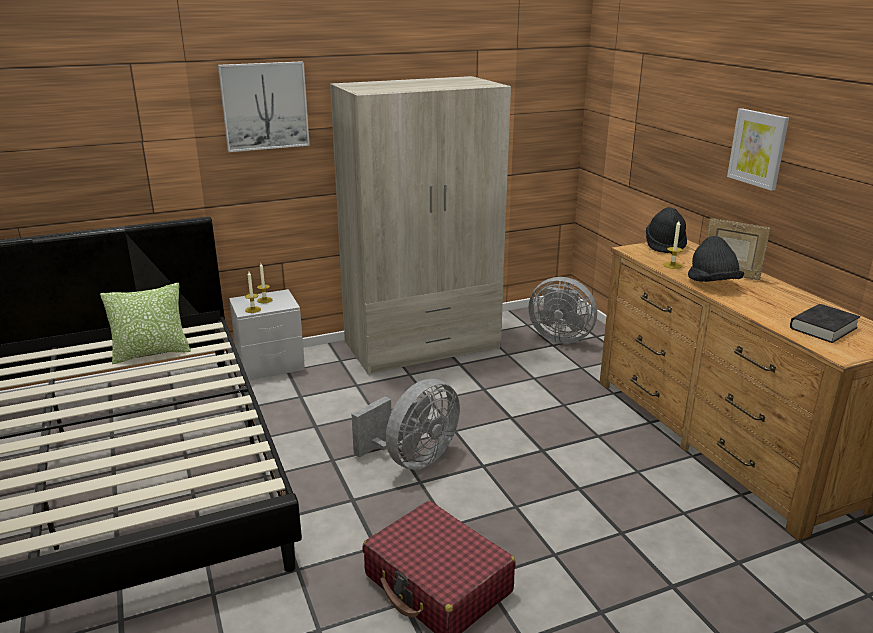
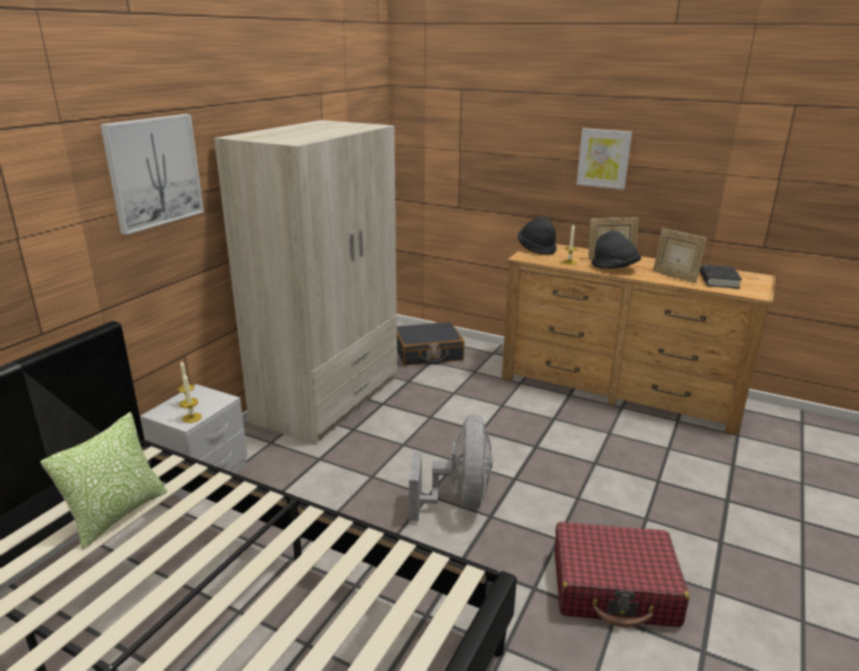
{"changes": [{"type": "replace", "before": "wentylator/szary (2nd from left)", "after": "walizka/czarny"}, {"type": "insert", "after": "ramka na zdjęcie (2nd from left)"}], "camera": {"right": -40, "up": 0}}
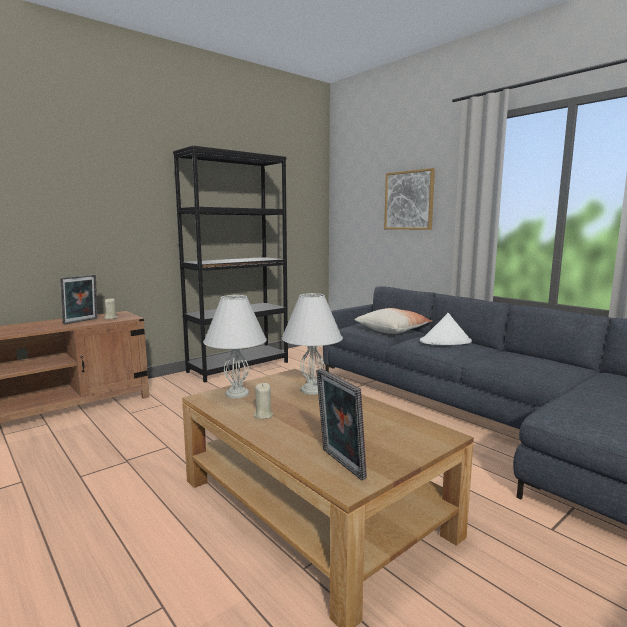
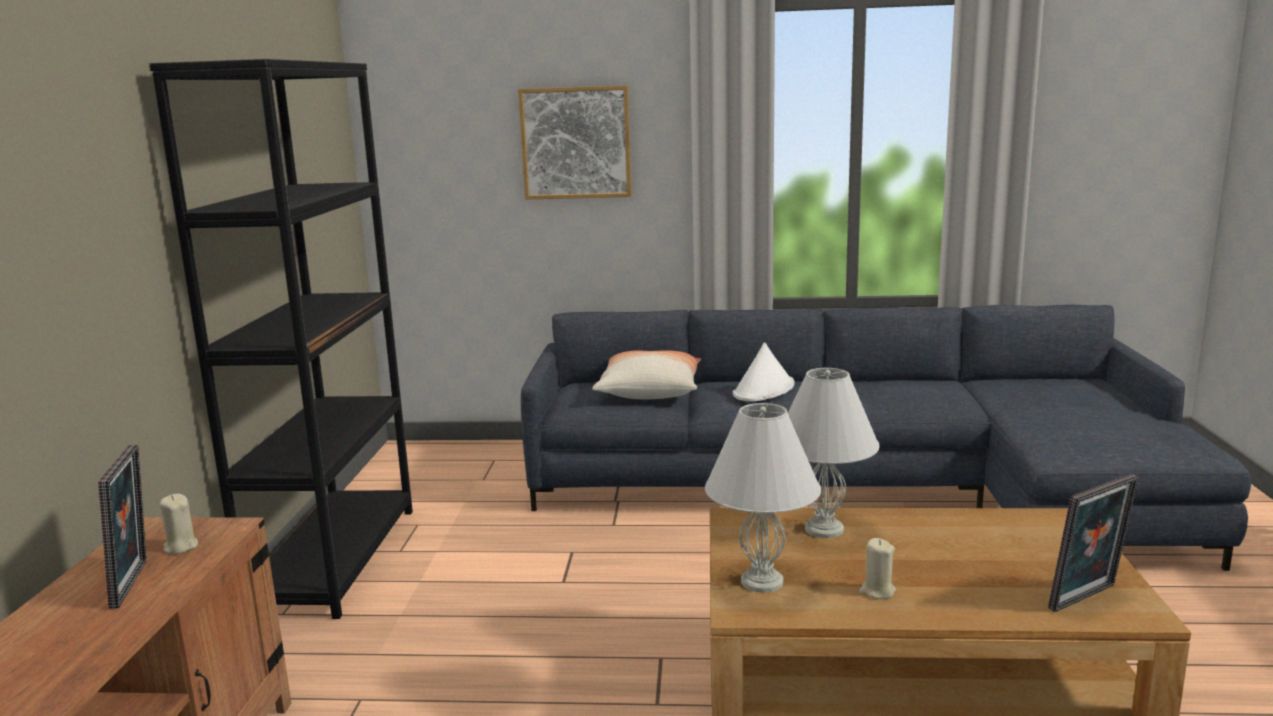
{"changes": [{"type": "rotate", "before": "ramka na zdjęcie (2nd from left)", "turn": -45}], "camera": {"right": -45, "up": 5}}
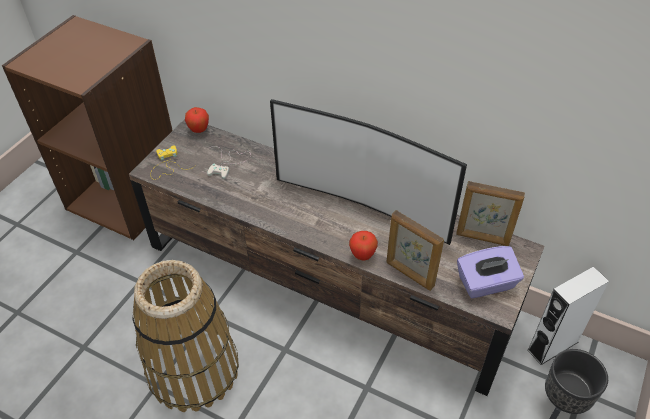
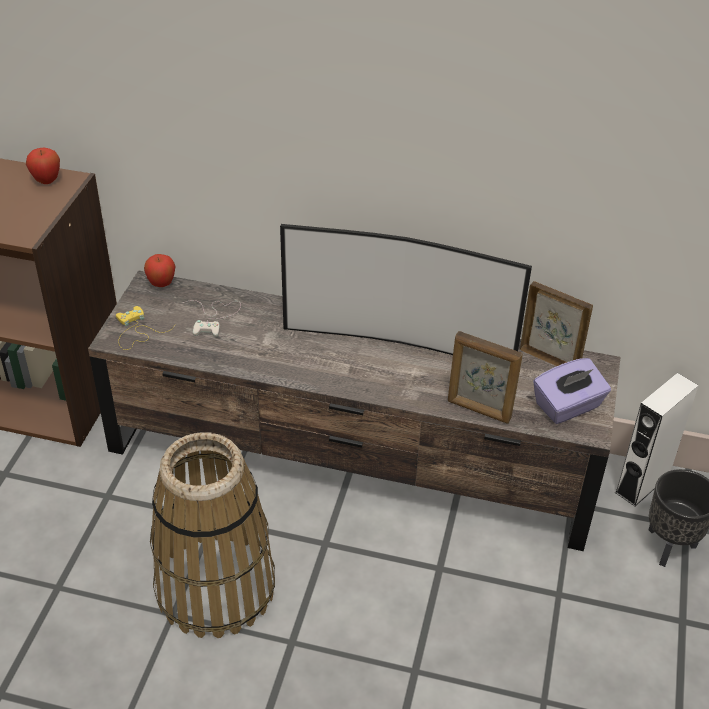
{"changes": [{"type": "rotate", "before": "ramka na zdjęcie (2nd from left)", "turn": -150}, {"type": "move", "before": "jabłko (2nd from left in the first image)", "after": "jabłko (1st from left)"}], "camera": {"right": -15, "up": -5}}
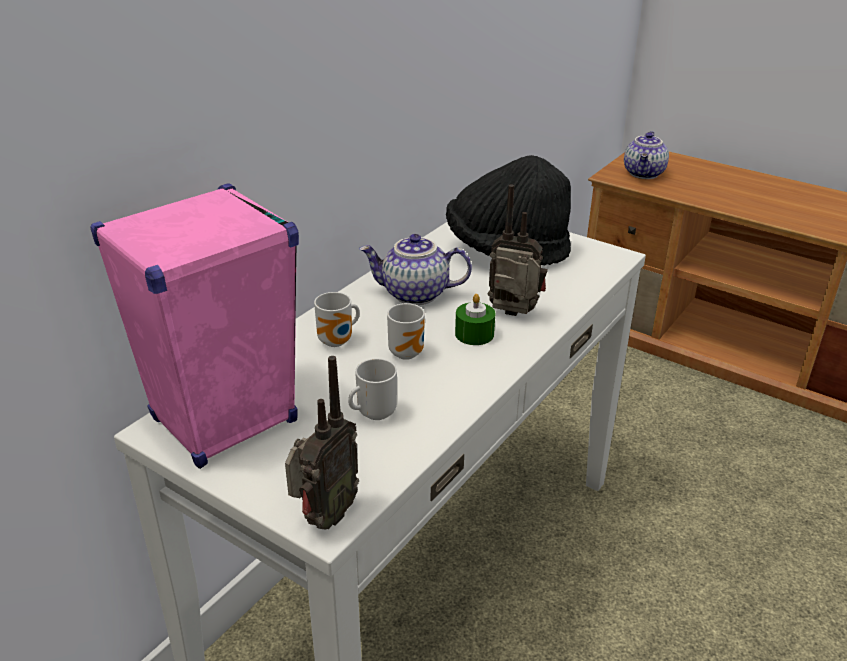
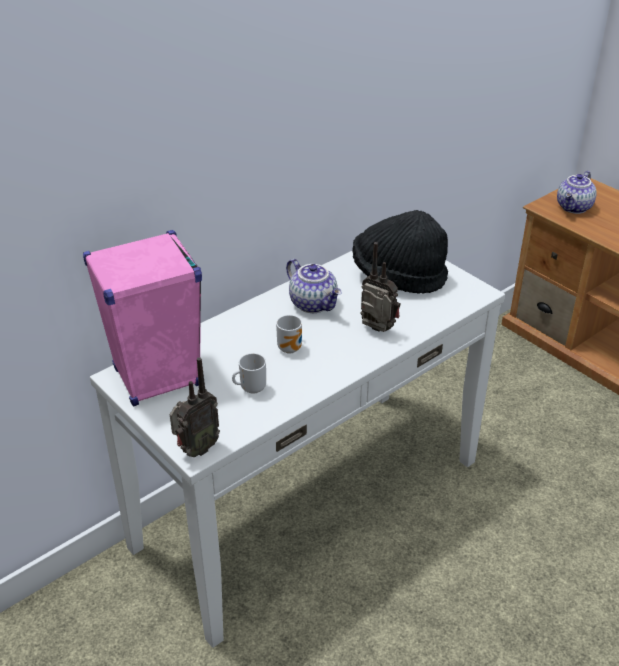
{"changes": [{"type": "rotate", "before": "imbryk (1st from left)", "turn": -150}, {"type": "delete", "before": "kubek (1st from left)"}, {"type": "delete", "before": "świeca/zielony"}], "camera": {"right": 15, "up": 5}}
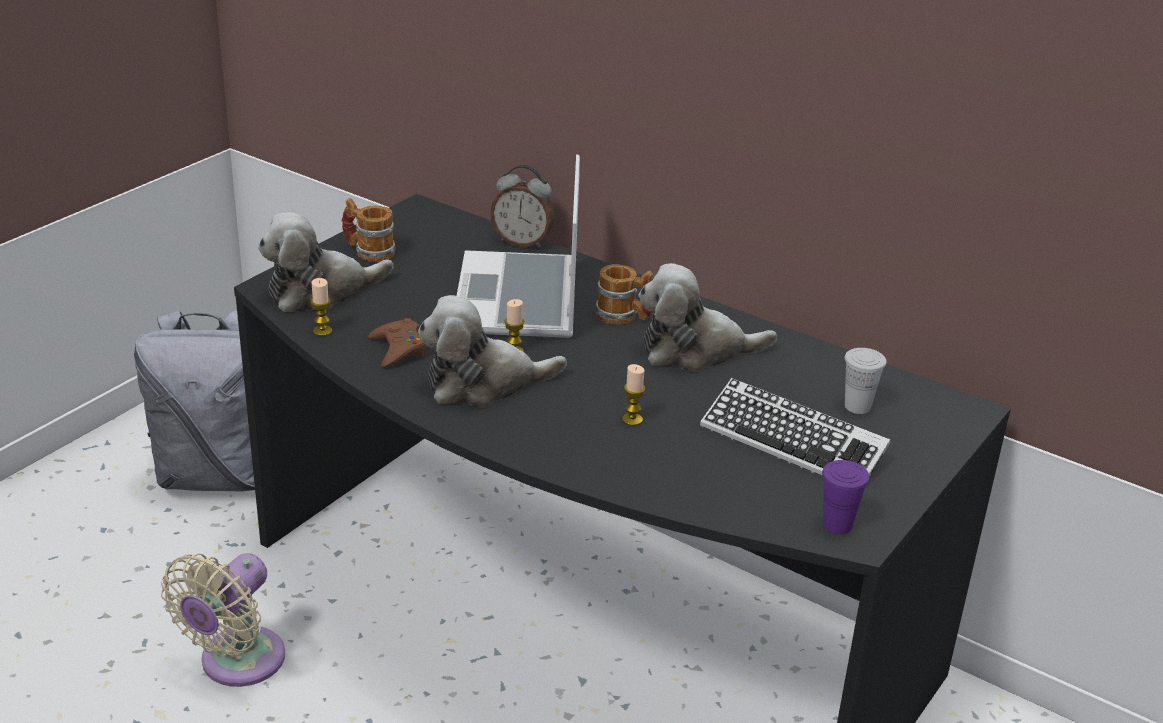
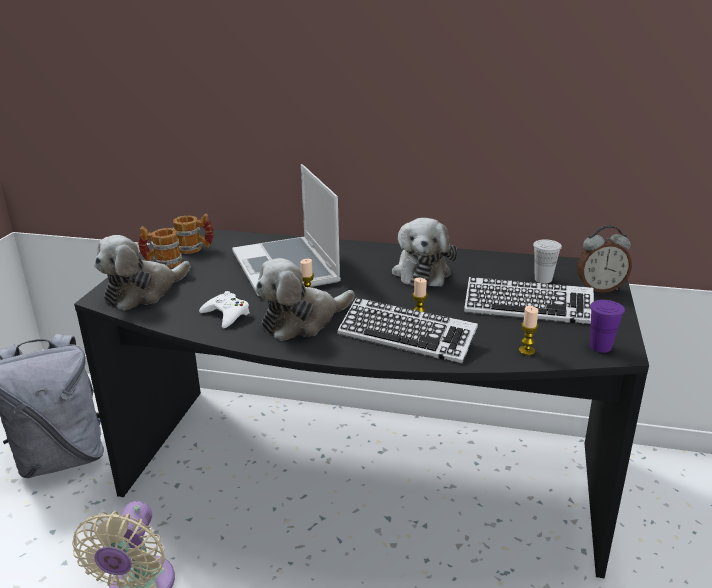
{"changes": [{"type": "move", "before": "budzik"}, {"type": "rotate", "before": "pluszak (3rd from left)", "turn": -60}, {"type": "move", "before": "kubek (2nd from left)"}, {"type": "move", "before": "świeca (1st from left in the first image)", "after": "świeca (3rd from left)"}, {"type": "recolor", "before": "pad do gier/brązowy", "after": "pad do gier/biały"}, {"type": "insert", "after": "klawiatura (1st from left)"}], "camera": {"right": -20, "up": -5}}
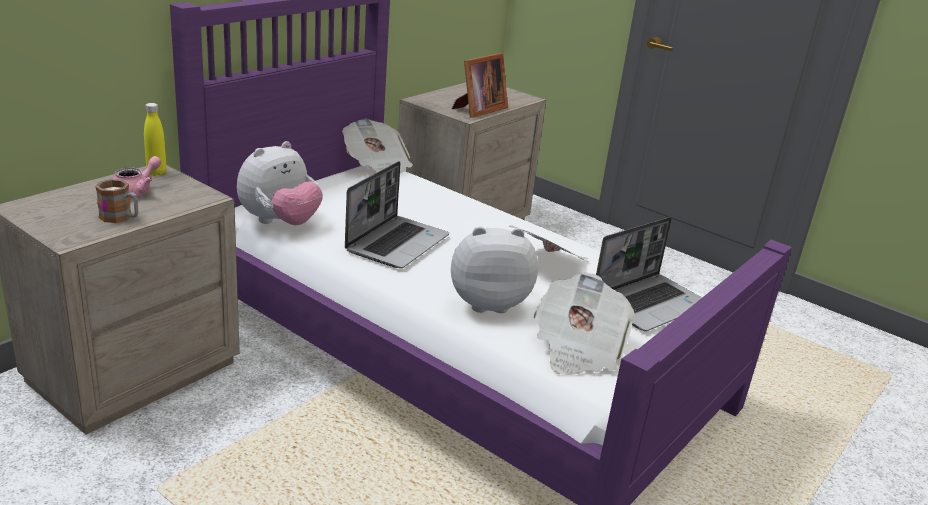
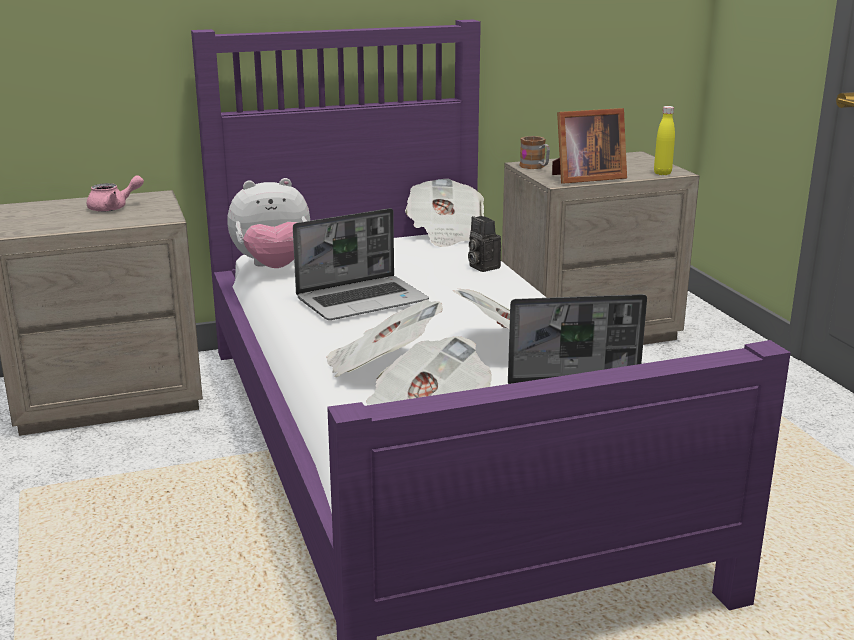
{"changes": [{"type": "move", "before": "butelka/żółty"}, {"type": "move", "before": "kubek"}, {"type": "replace", "before": "pluszak (2nd from left)", "after": "gazeta (1st from left)"}, {"type": "insert", "after": "aparat fotograficzny"}], "camera": {"right": 35, "up": -5}}
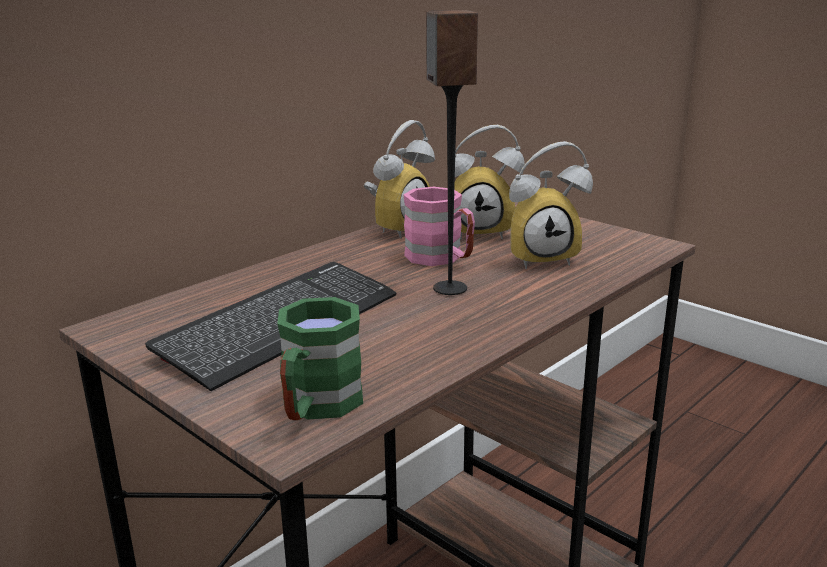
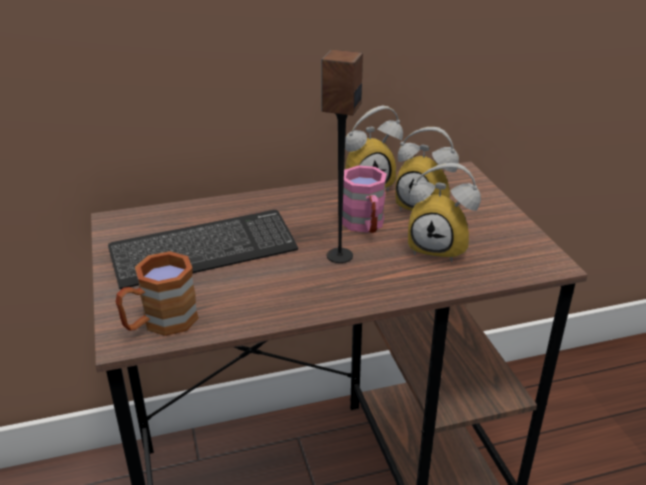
{"changes": [{"type": "recolor", "before": "kubek/zielony", "after": "kubek/brązowy"}], "camera": {"right": 30, "up": 10}}
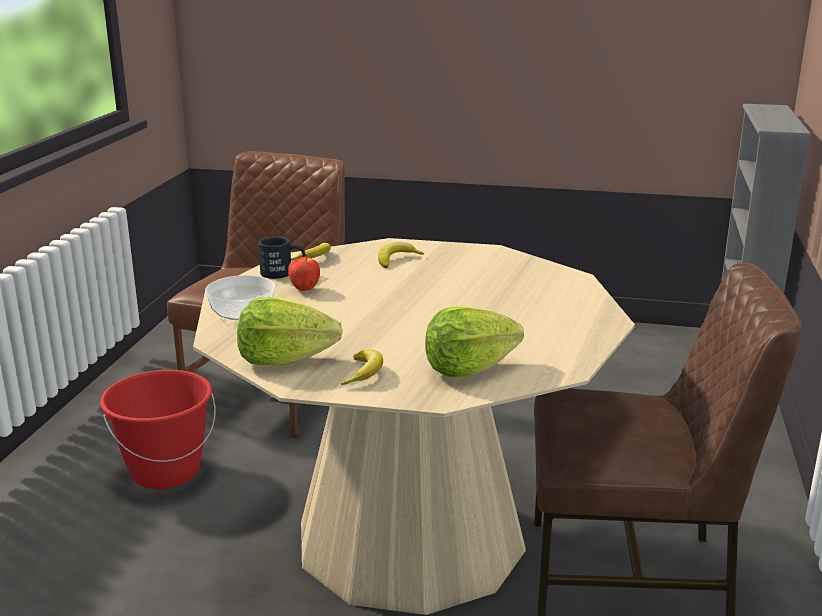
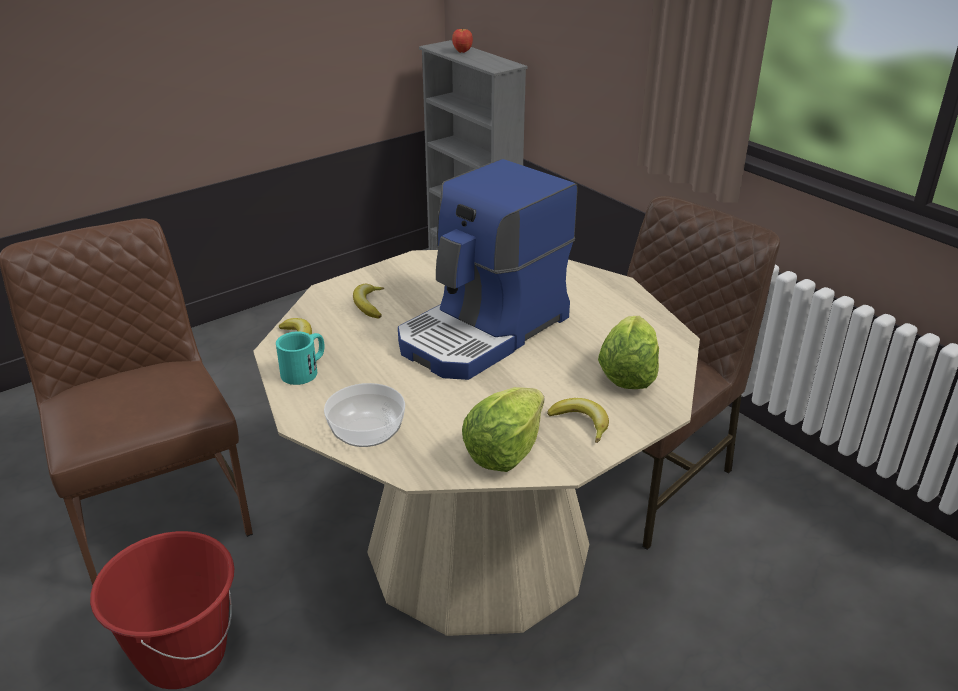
{"changes": [{"type": "recolor", "before": "kubek/czarny", "after": "kubek/turkusowy"}, {"type": "move", "before": "jabłko"}, {"type": "insert", "after": "ekspres do kawy"}], "camera": {"right": -50, "up": 10}}
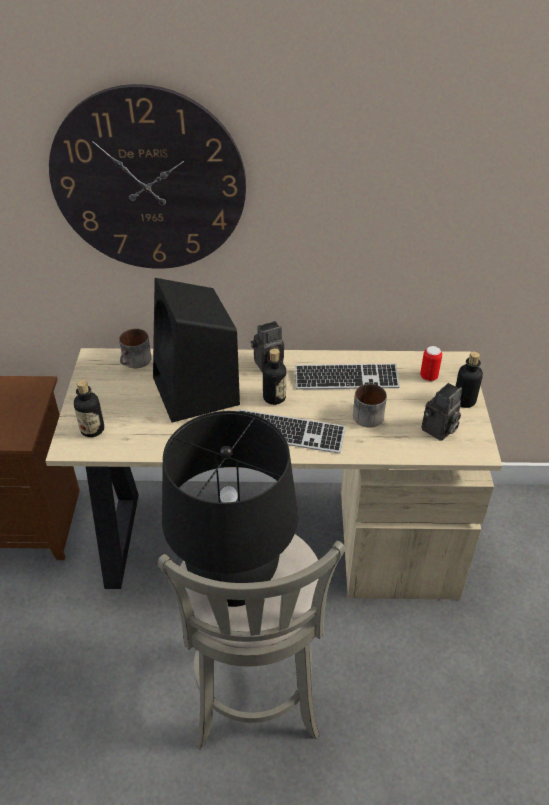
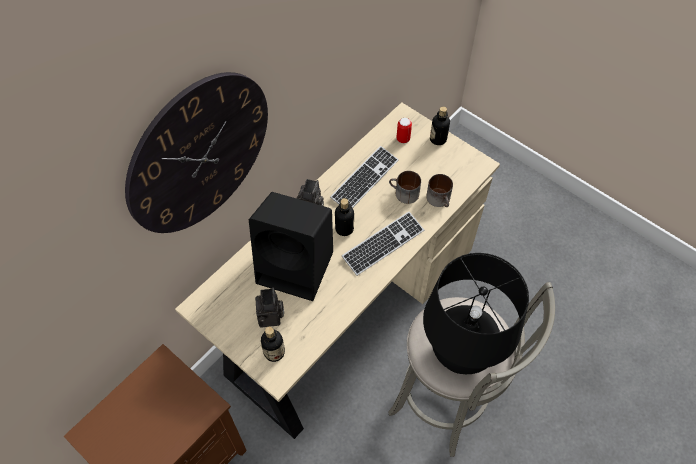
{"changes": [{"type": "move", "before": "kubek (1st from left in the first image)", "after": "kubek (2nd from left)"}, {"type": "move", "before": "aparat fotograficzny (2nd from left in the first image)", "after": "aparat fotograficzny (1st from left)"}], "camera": {"right": -50, "up": 15}}
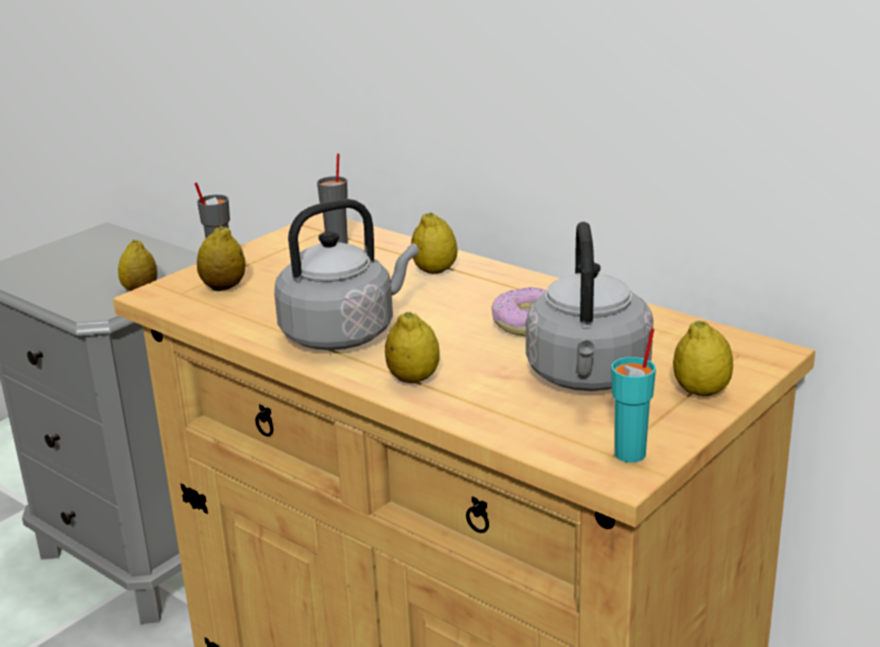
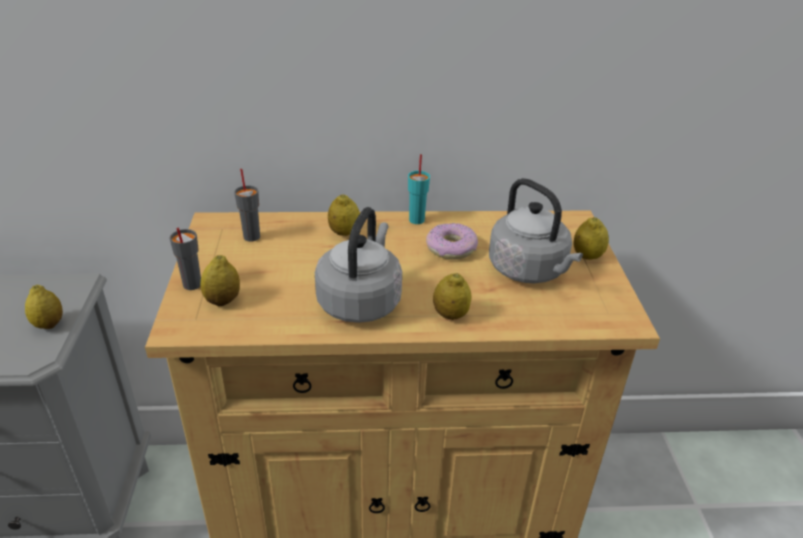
{"changes": [{"type": "move", "before": "filiżanka/turkusowy"}], "camera": {"right": -45, "up": 10}}
